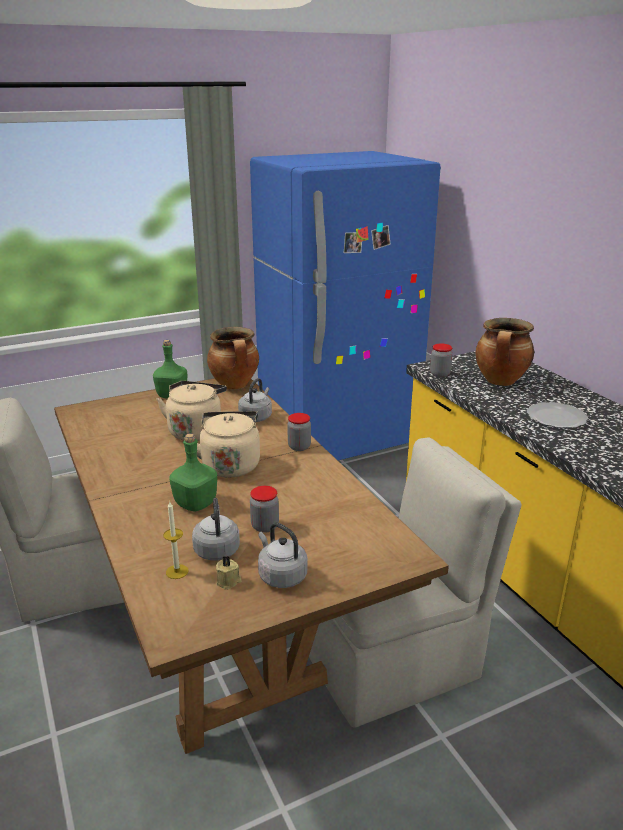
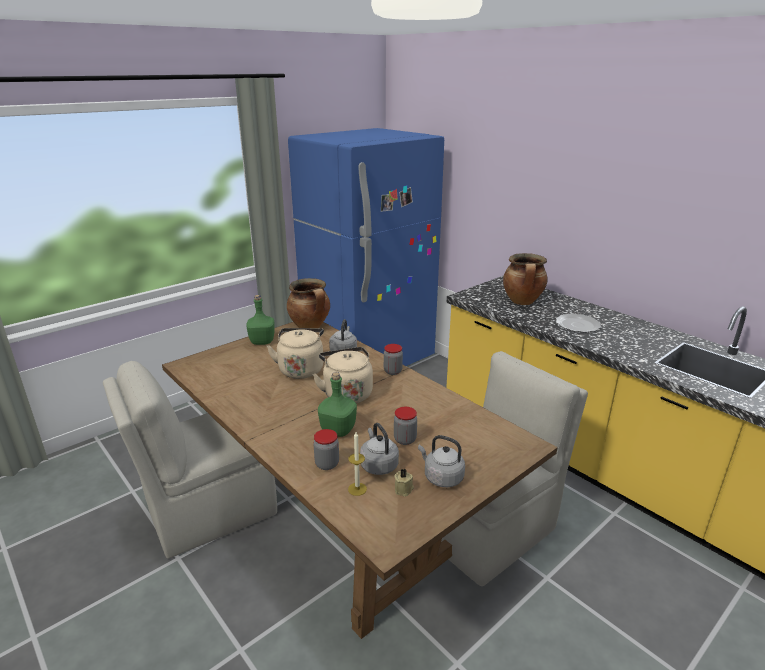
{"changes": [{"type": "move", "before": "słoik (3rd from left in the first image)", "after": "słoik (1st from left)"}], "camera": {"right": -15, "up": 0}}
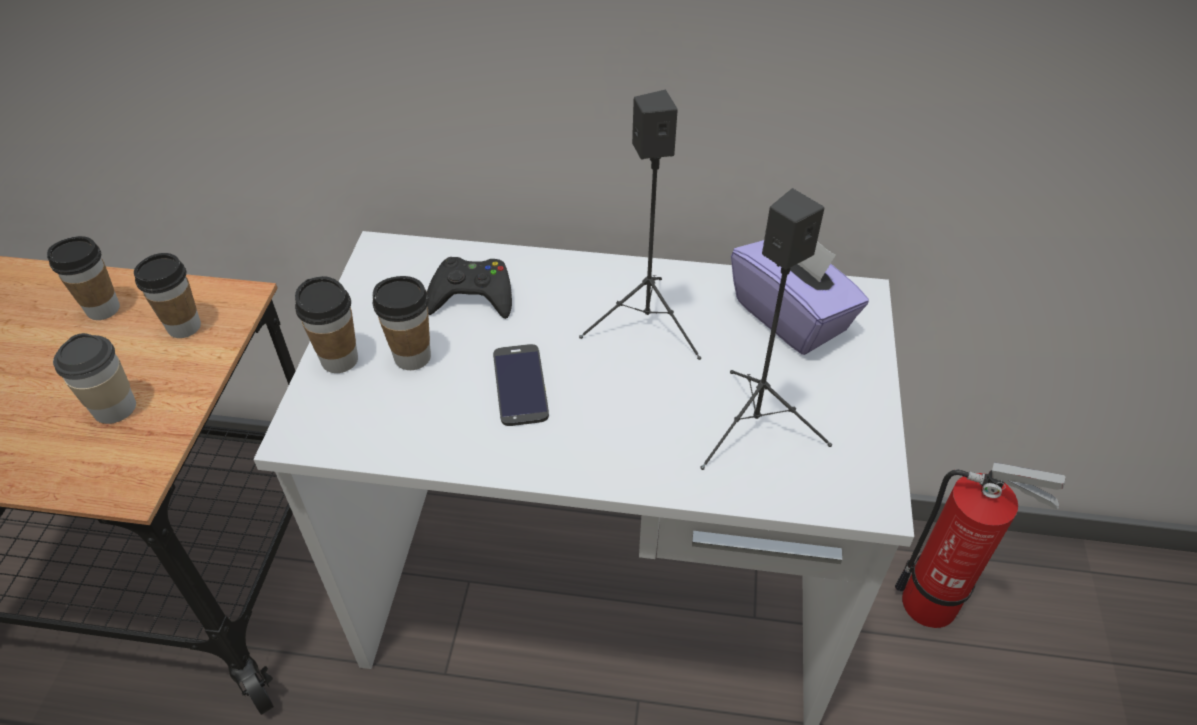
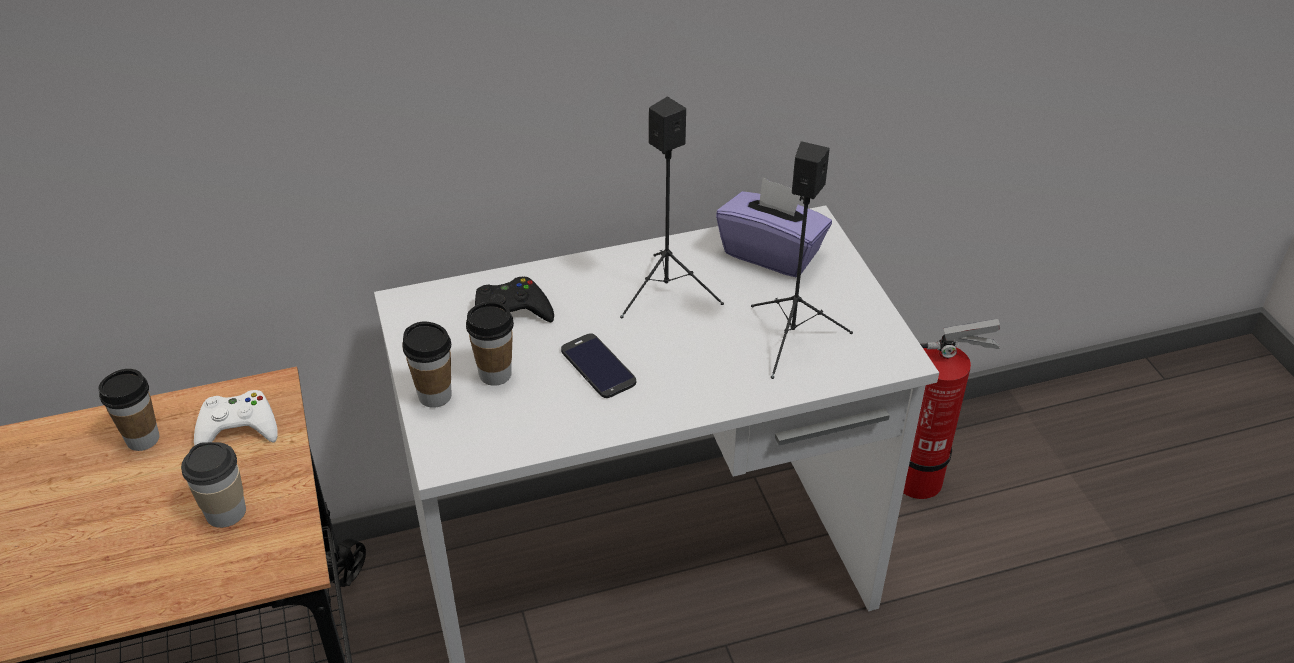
{"changes": [{"type": "replace", "before": "filiżanka (3rd from left)", "after": "pad do gier/biały"}], "camera": {"right": -25, "up": -5}}
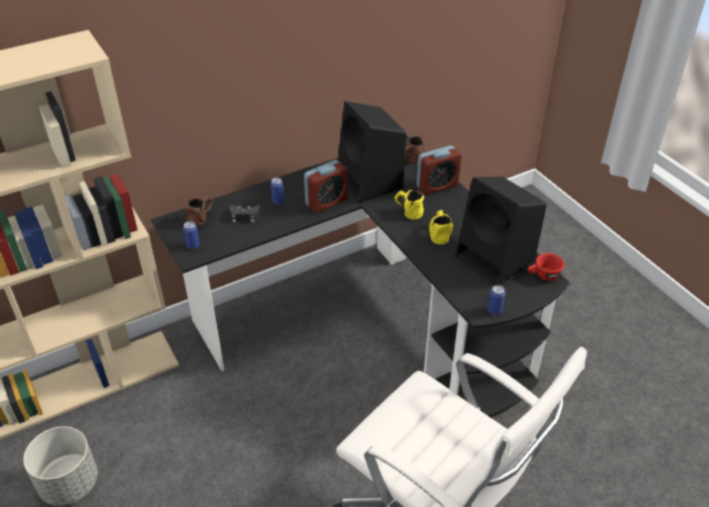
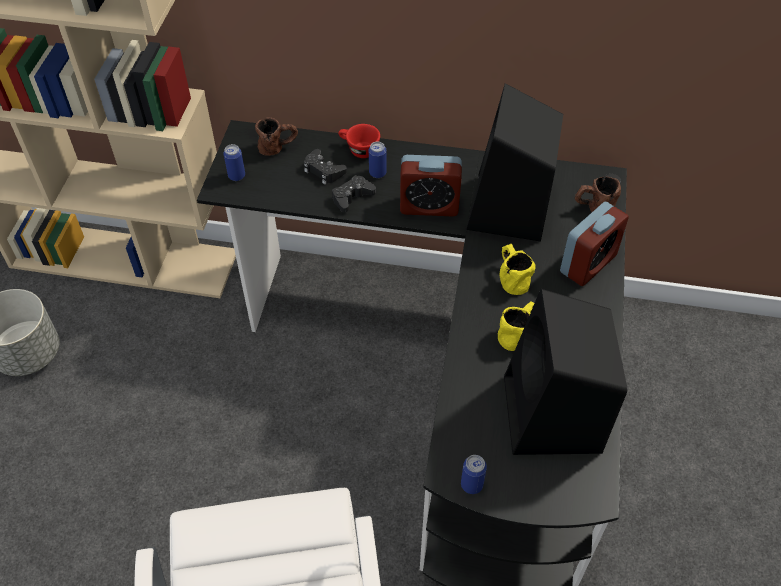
{"changes": [{"type": "rotate", "before": "budzik (2nd from left)", "turn": -60}, {"type": "move", "before": "filiżanka/czerwony"}, {"type": "insert", "after": "pad do gier/czarny (2nd from left)"}], "camera": {"right": 40, "up": 10}}
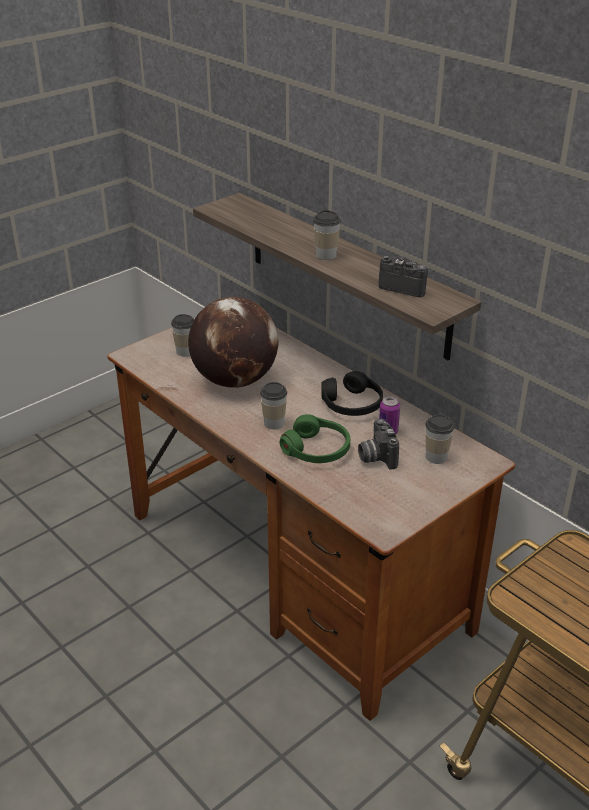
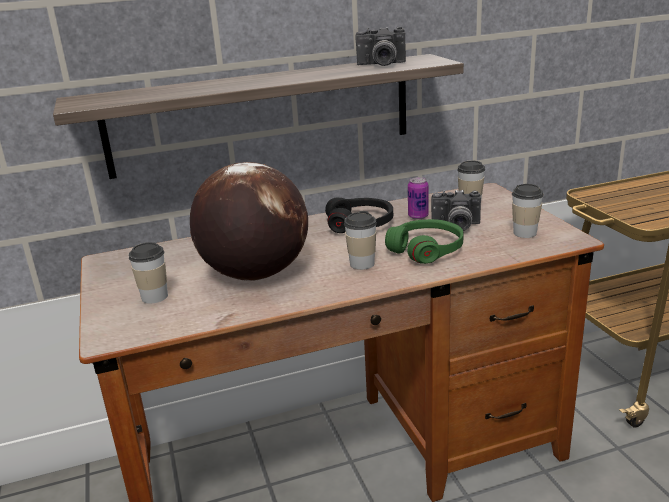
{"changes": [{"type": "move", "before": "filiżanka (3rd from left in the first image)", "after": "filiżanka (4th from left)"}, {"type": "rotate", "before": "aparat fotograficzny (2nd from left in the first image)", "turn": -135}], "camera": {"right": -65, "up": -10}}
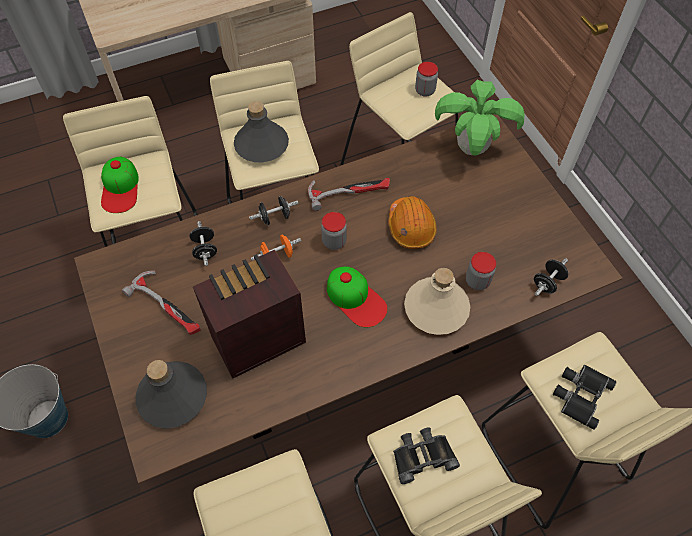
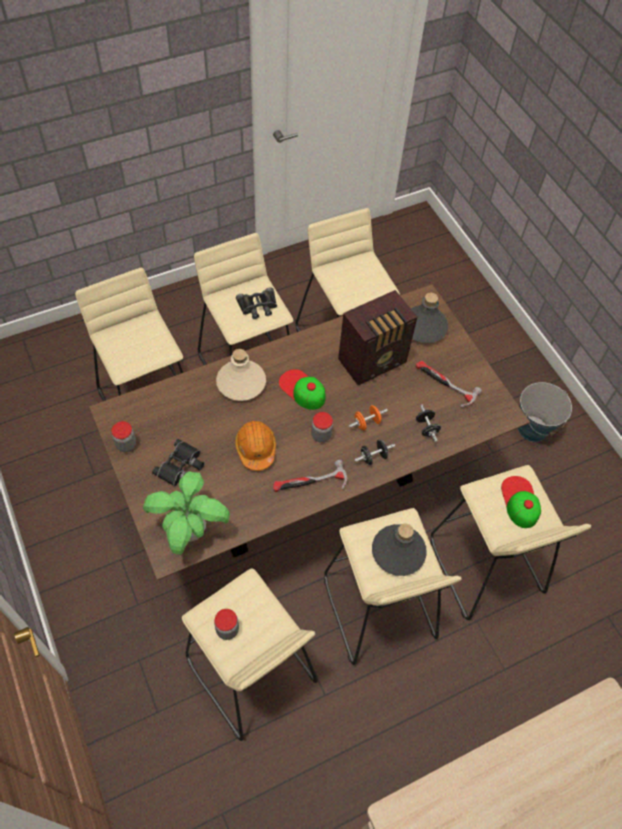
{"changes": [{"type": "move", "before": "słoik (3rd from left in the first image)", "after": "słoik (1st from left)"}, {"type": "delete", "before": "hantel/czarny (3rd from left)"}, {"type": "move", "before": "lornetka/czarny (2nd from left in the first image)", "after": "lornetka/czarny (1st from left)"}], "camera": {"right": 175, "up": 0}}
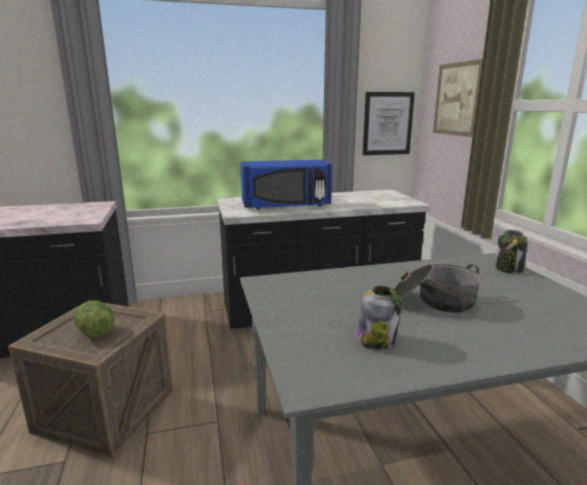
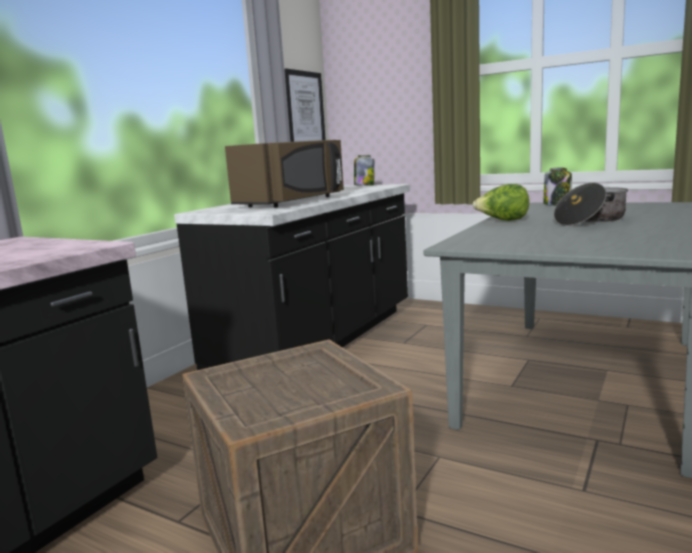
{"changes": [{"type": "delete", "before": "obraz (2nd from left)"}, {"type": "recolor", "before": "mikrofalówka/niebieski", "after": "mikrofalówka/brązowy"}, {"type": "move", "before": "słoik (1st from left)"}, {"type": "move", "before": "sałata"}], "camera": {"right": -45, "up": -5}}
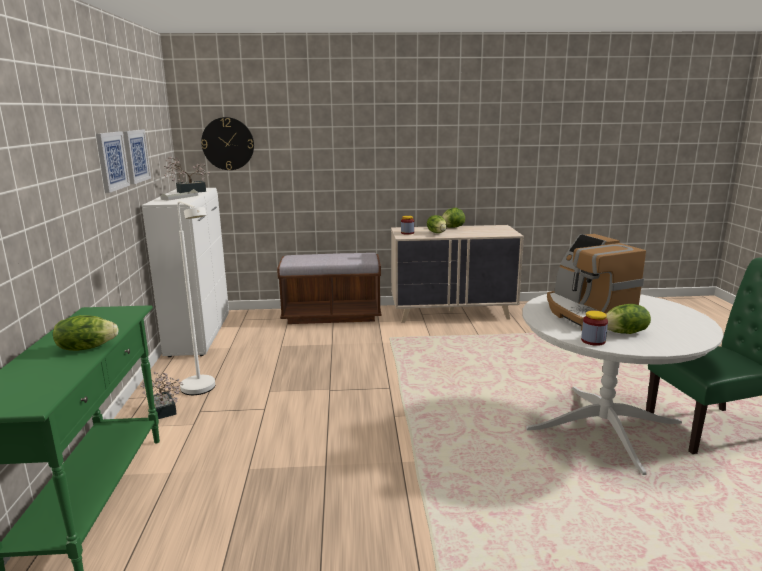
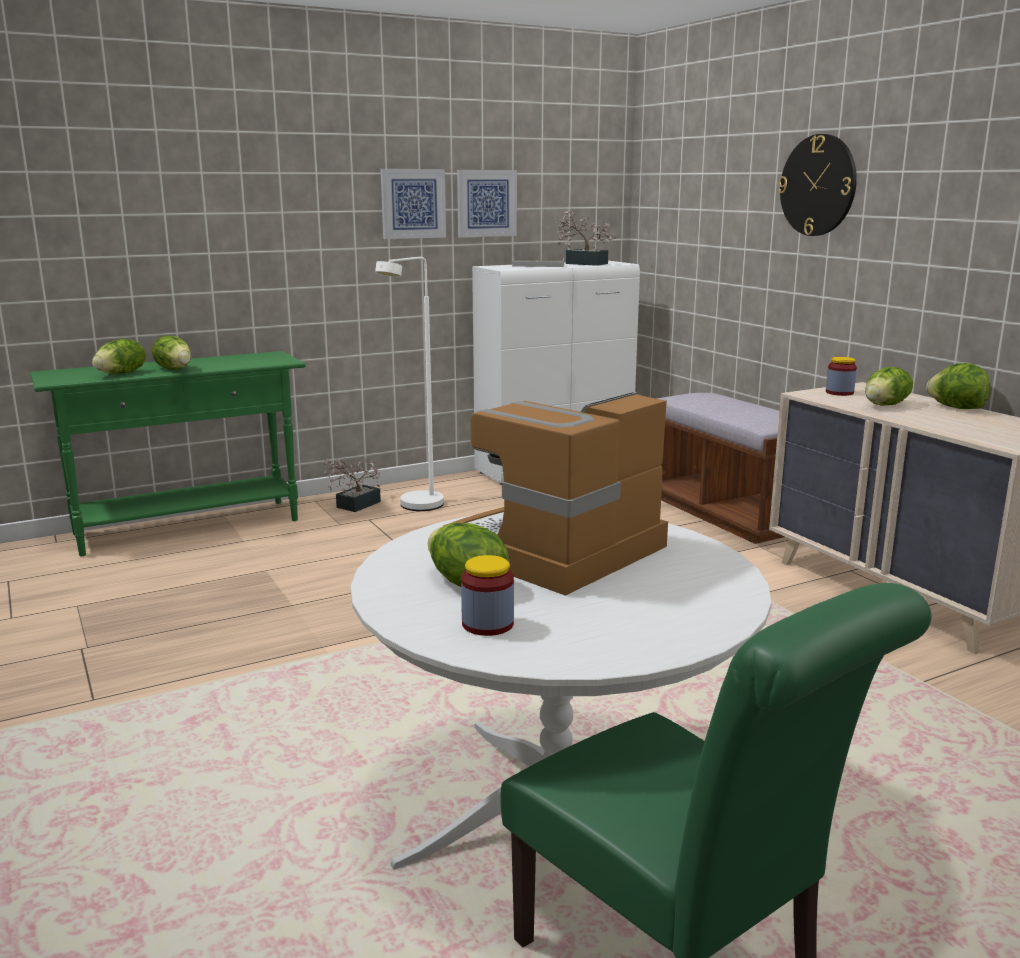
{"changes": [{"type": "move", "before": "zegar ścienny"}, {"type": "move", "before": "słoik (2nd from left in the first image)", "after": "słoik (1st from left)"}, {"type": "insert", "after": "sałata (1st from left)"}], "camera": {"right": 65, "up": 0}}
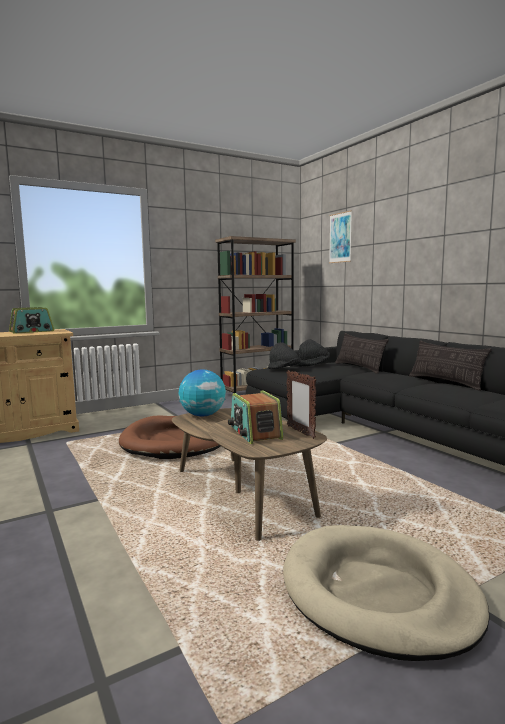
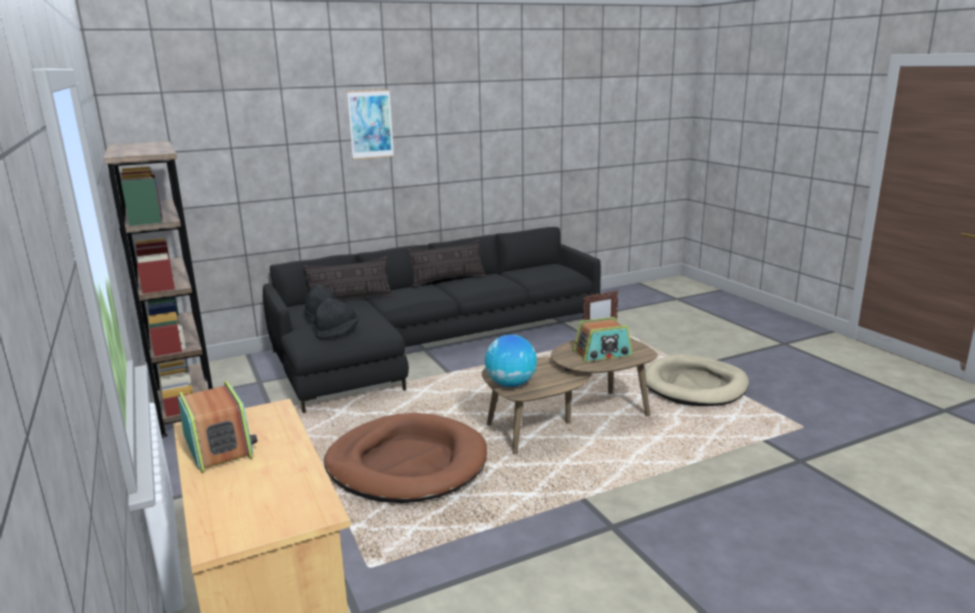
{"changes": [{"type": "move", "before": "obraz"}], "camera": {"right": -85, "up": 10}}
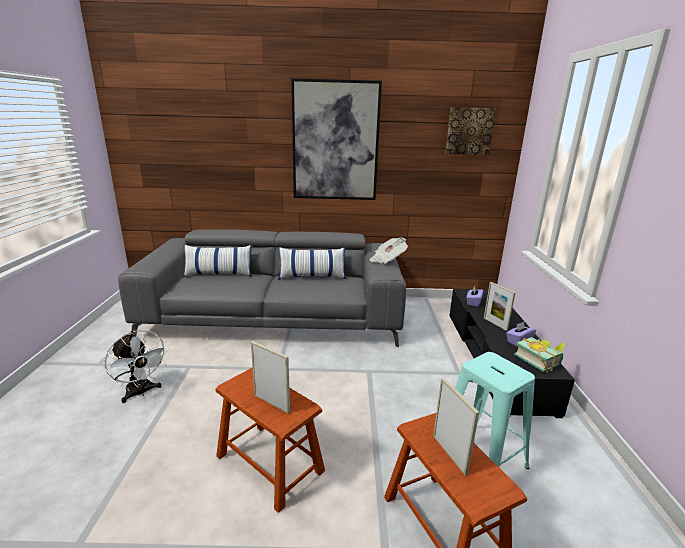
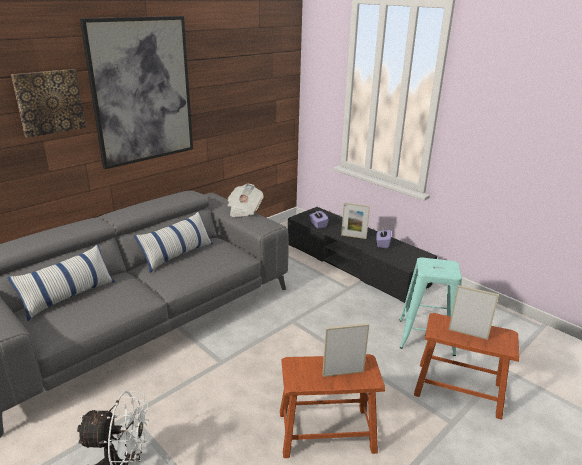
{"changes": [{"type": "move", "before": "obraz (2nd from left in the first image)", "after": "obraz (1st from left)"}, {"type": "delete", "before": "książka"}], "camera": {"right": -45, "up": 5}}
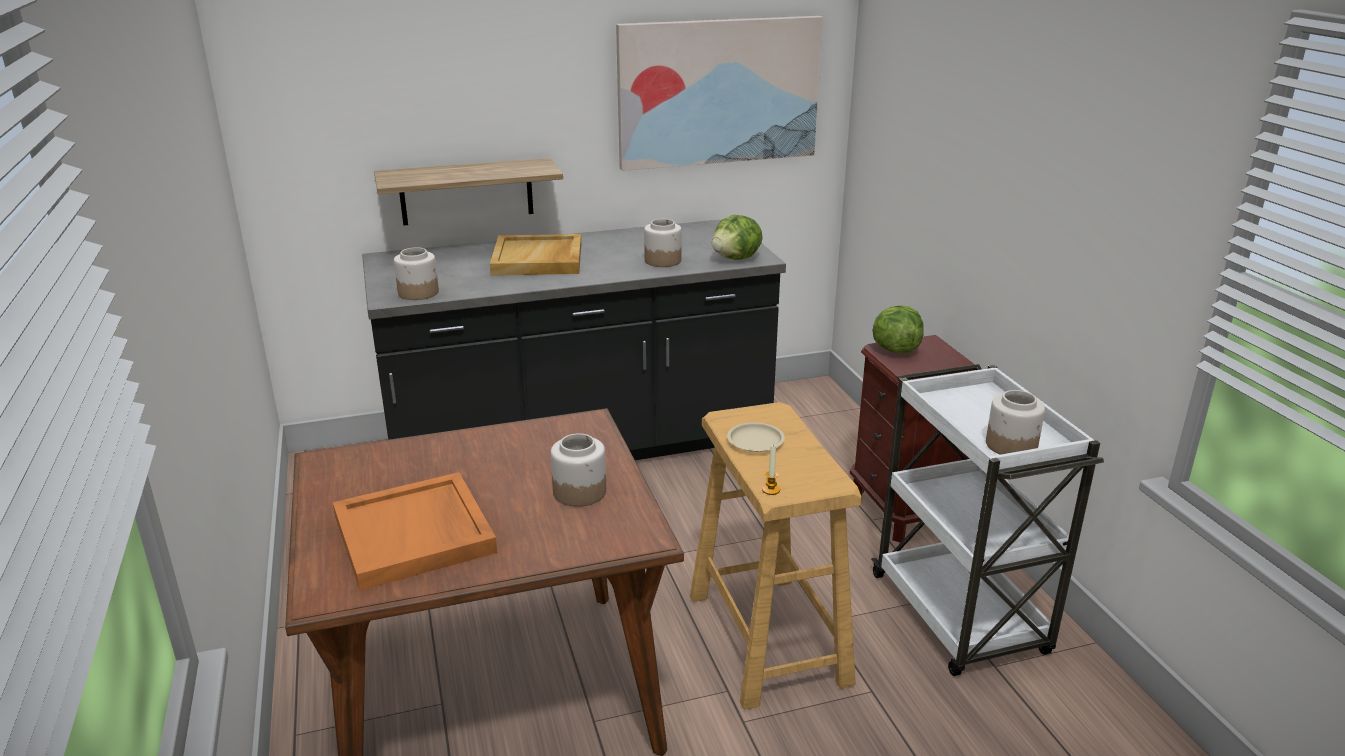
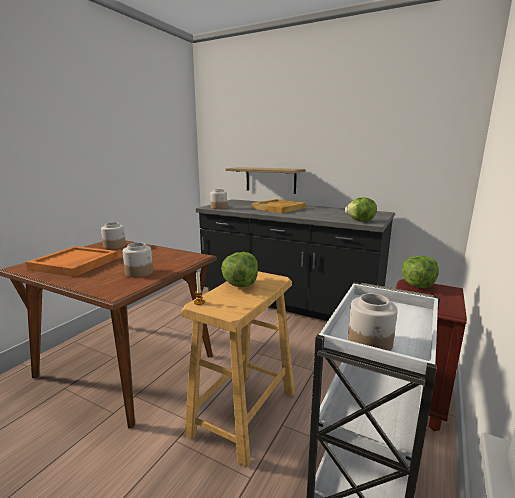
{"changes": [{"type": "delete", "before": "obraz"}, {"type": "move", "before": "słoik (3rd from left in the first image)", "after": "słoik (1st from left)"}, {"type": "replace", "before": "talerz/beżowy", "after": "sałata (1st from left)"}], "camera": {"right": 45, "up": -10}}
